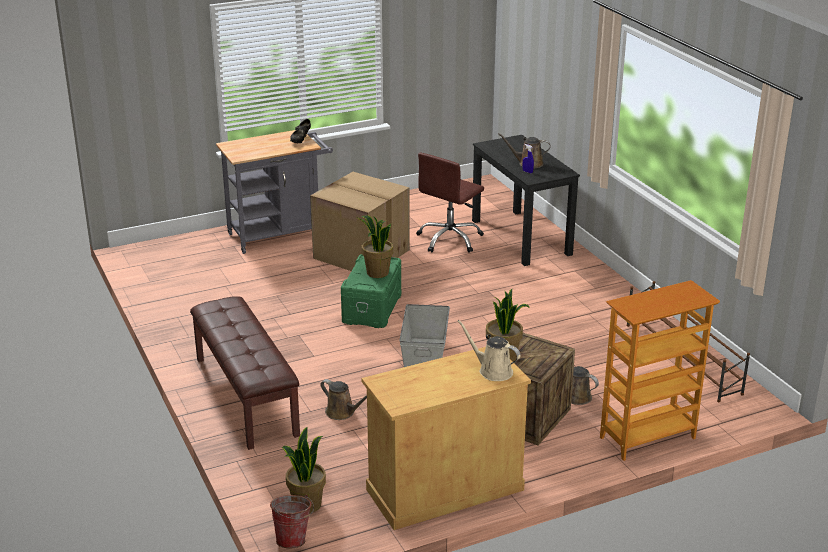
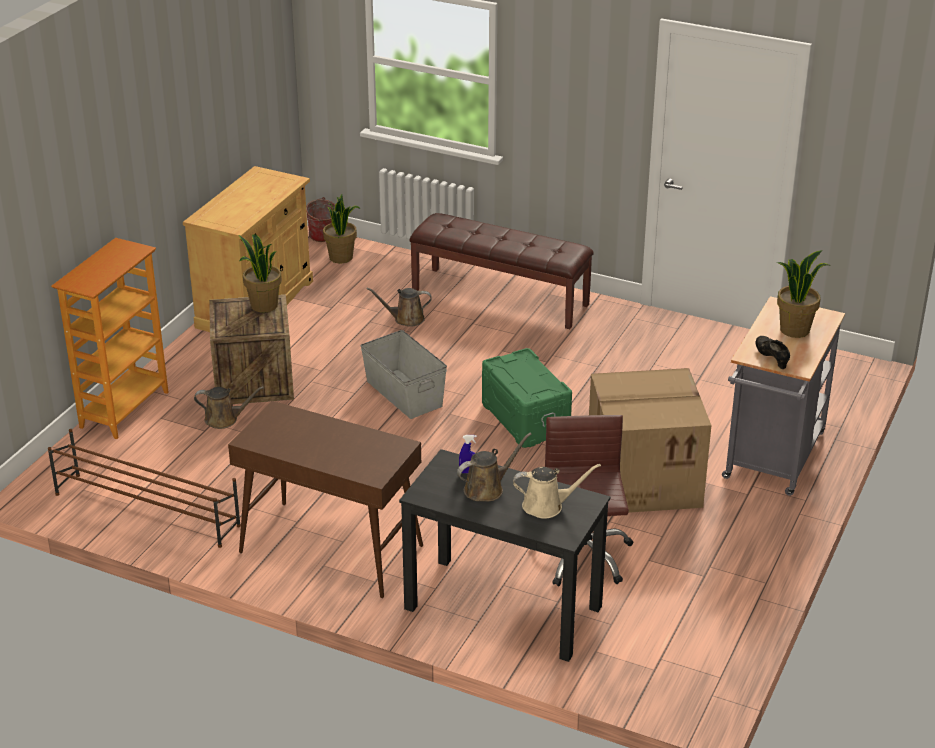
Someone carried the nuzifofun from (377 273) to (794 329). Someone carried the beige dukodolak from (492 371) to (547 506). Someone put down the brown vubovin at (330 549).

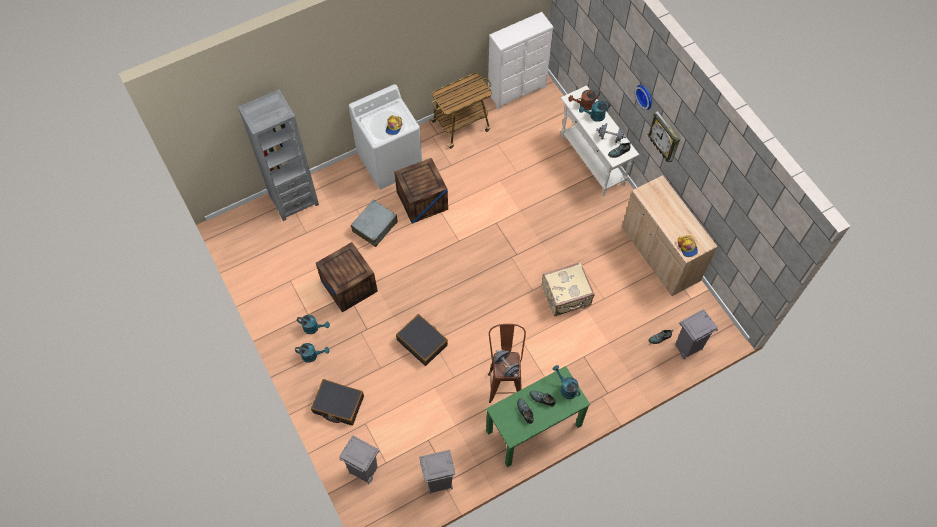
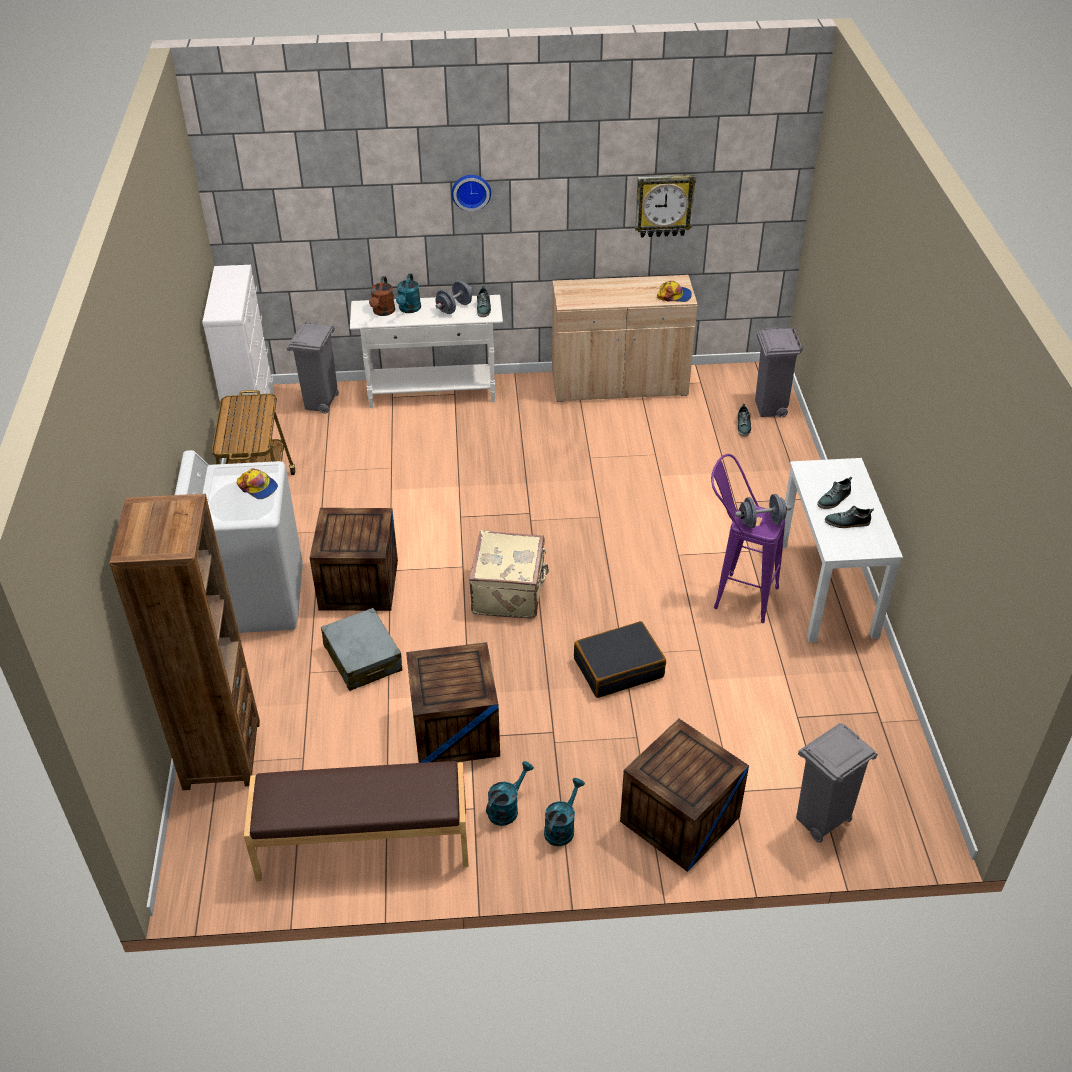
Someone repainted the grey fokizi at (294 200), which became the brown fokizi at (221 754). Someone swapped the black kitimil at (338 405) for the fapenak at (679 819). Someone carried the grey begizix from (438 482) to (321 404). Someone repainted the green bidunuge at (533 428), which became the white bidunuge at (826 589). Someone repainted the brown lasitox at (504 381), which became the purple lasitox at (735 595). Someone carried the beige kitimil from (566 296) to (510 592). Someone took away the turquoise dukodolak at (566 388). Someone carried the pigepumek from (665 137) to (664 205). Someone put down the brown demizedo at (363 845).

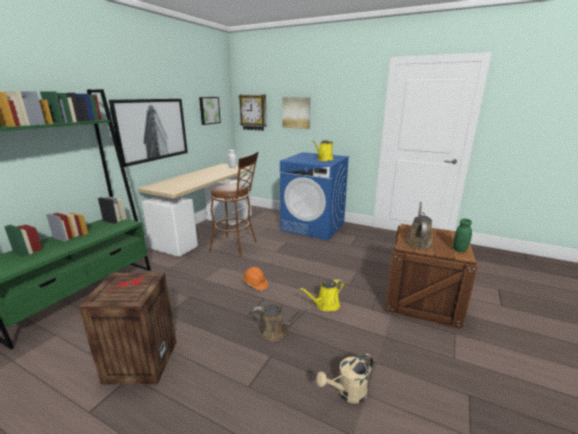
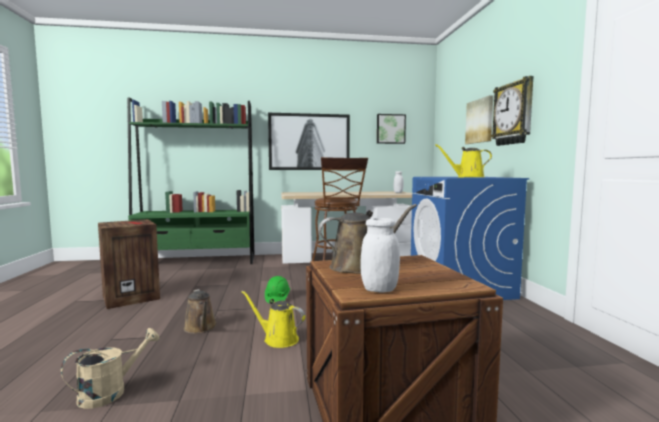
Someone carried the pigepumek from (253 112) to (513 113). Someone repainted the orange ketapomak at (255 284), which became the green ketapomak at (277 298). Someone rotated the beige dukodolak at (347 393) by 105 degrees clockwise. Someone repainted the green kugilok at (459 250), which became the white kugilok at (379 289).

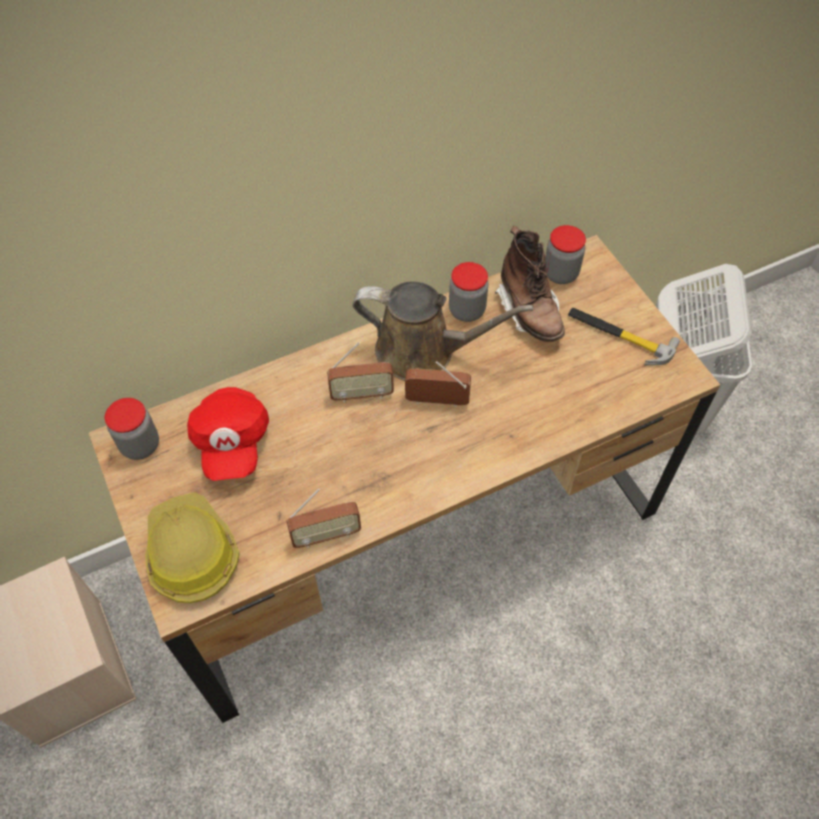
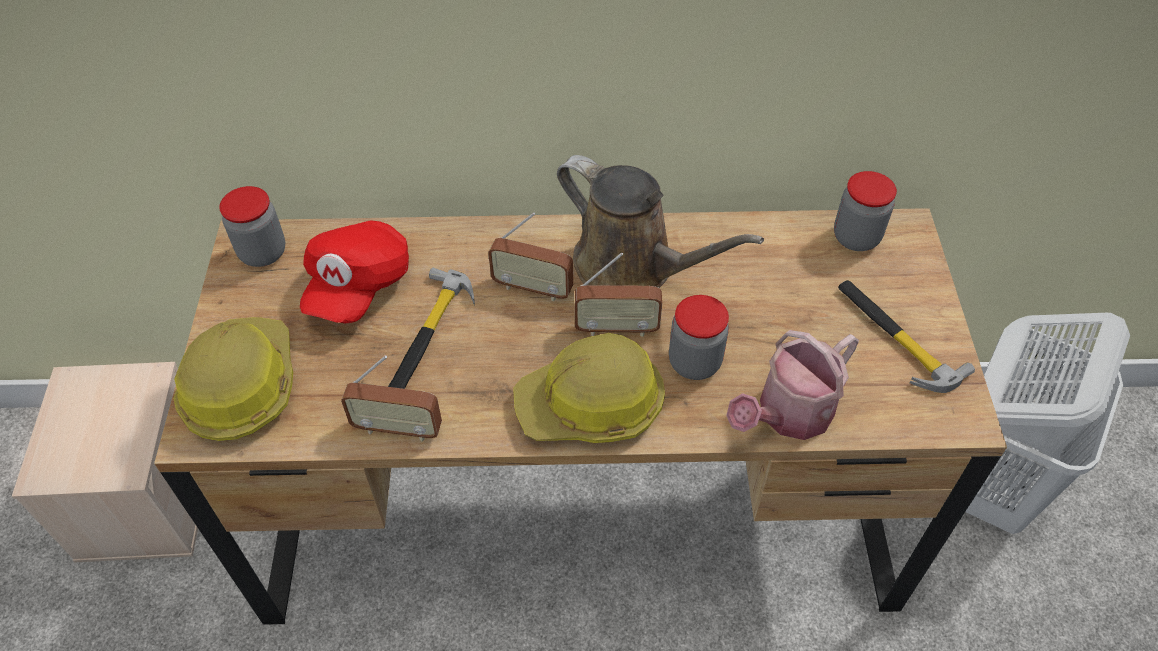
Someone rotated the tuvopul at (437 401) by 150 degrees clockwise. Someone carried the kugilok from (467 310) to (694 362). Someone took away the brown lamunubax at (529 311). Someone put down the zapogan at (429 334). Someone put down the ketapomak at (591 405). Someone put down the dukodolak at (788 414).

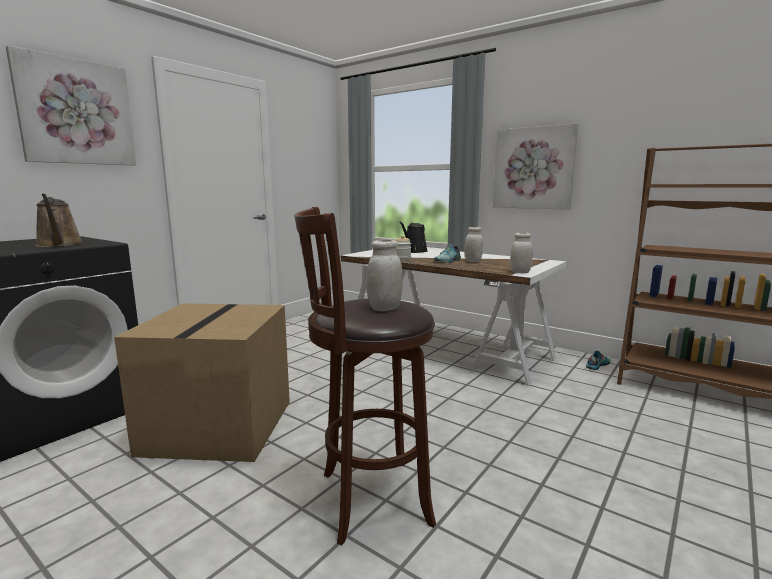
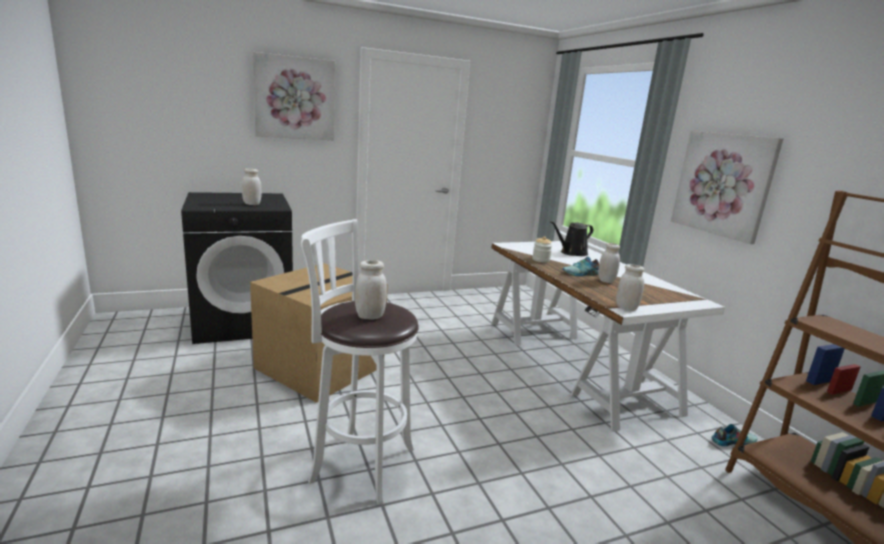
Someone swapped the brown dukodolak at (59 245) for the white kugilok at (252 204). Someone repainted the brown lasitox at (368 499), which became the white lasitox at (357 463).

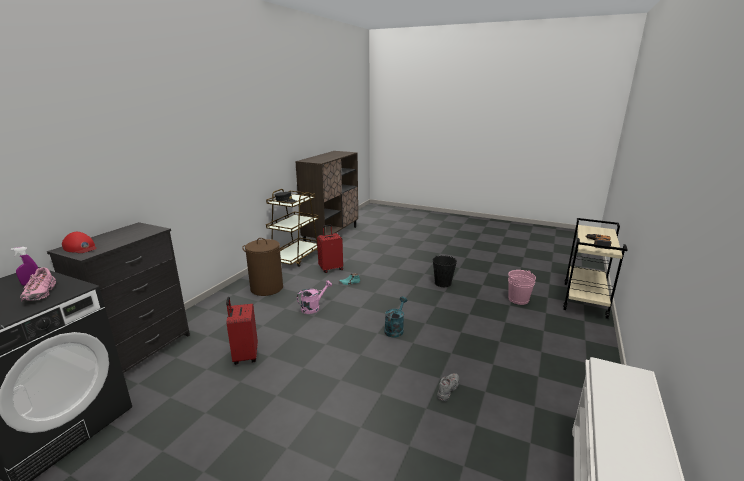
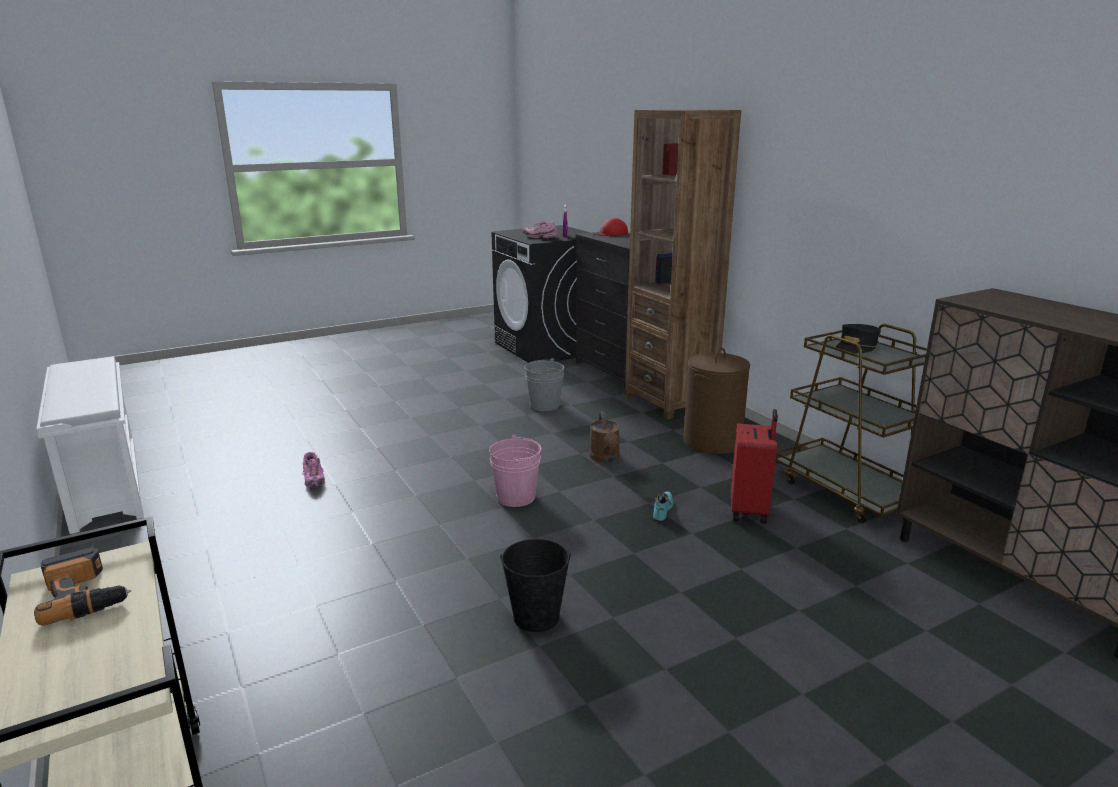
Someone swapped the red kitimil at (245 356) for the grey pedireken at (544 405). Someone repainted the pink dukodolak at (313 307), which became the brown dukodolak at (605 458). Someone took away the turquoise dukodolak at (395 329). Someone repainted the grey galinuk at (447 390), which became the pink galinuk at (313 480). Someone carried the pink pedireken from (518 299) to (516 497). Someone put down the brown fokizi at (670 401).

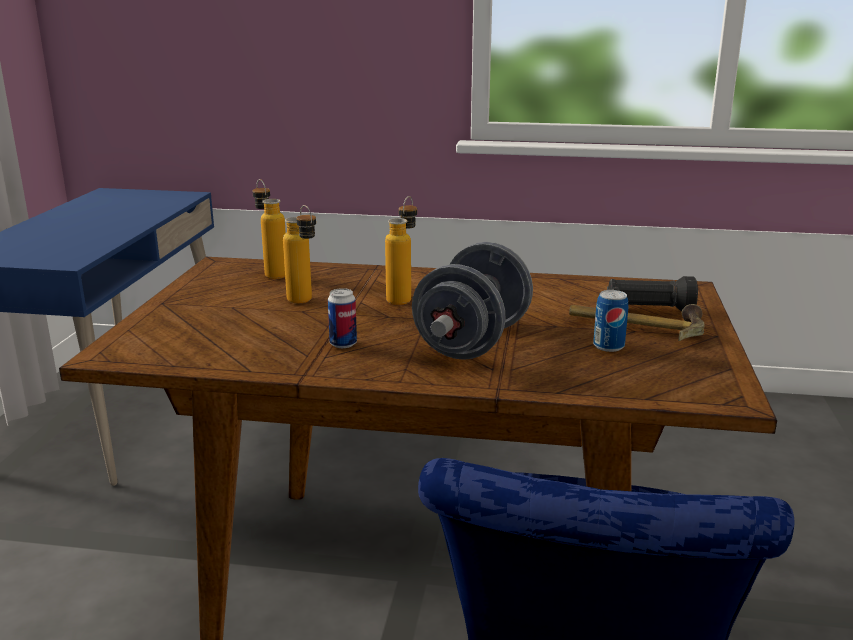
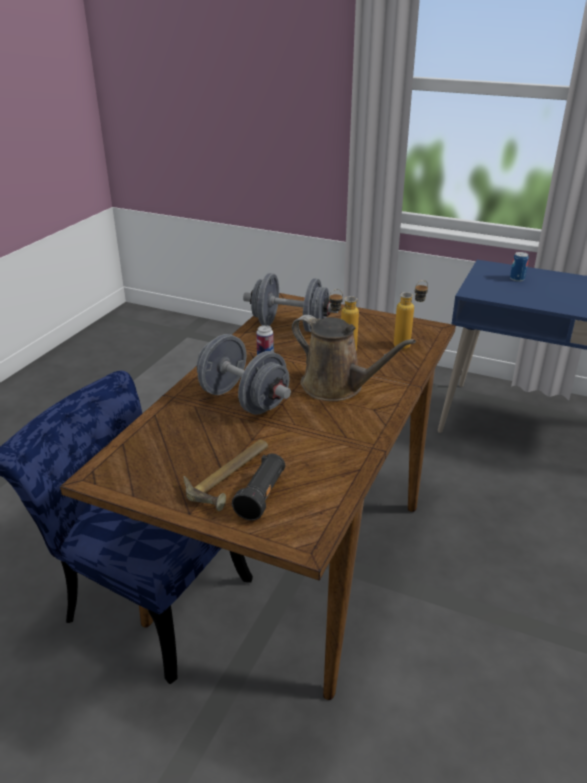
Someone swapped the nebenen at (403 298) for the brown dukodolak at (337 387). Someone carried the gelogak from (608 346) to (517 279). Someone put down the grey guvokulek at (290 326).

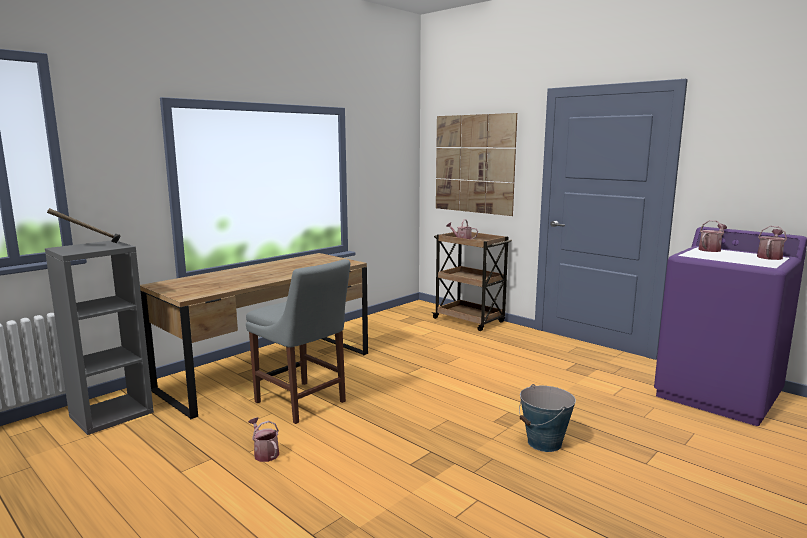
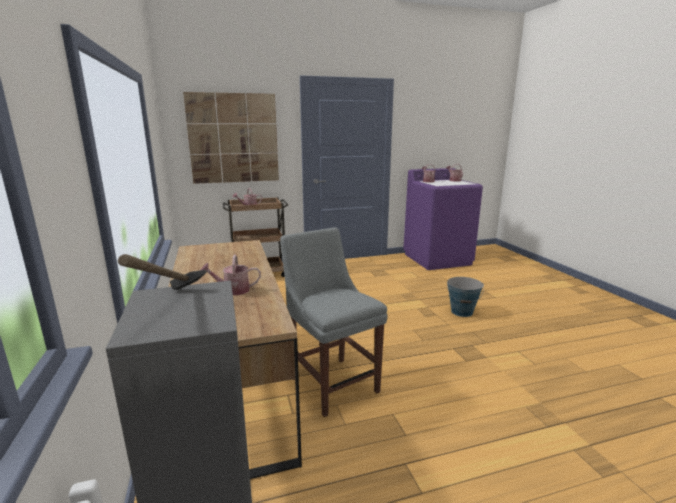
Someone rotated the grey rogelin at (302 403) by 105 degrees counterclockwise. Someone carried the dukodolak from (265 453) to (232 290).

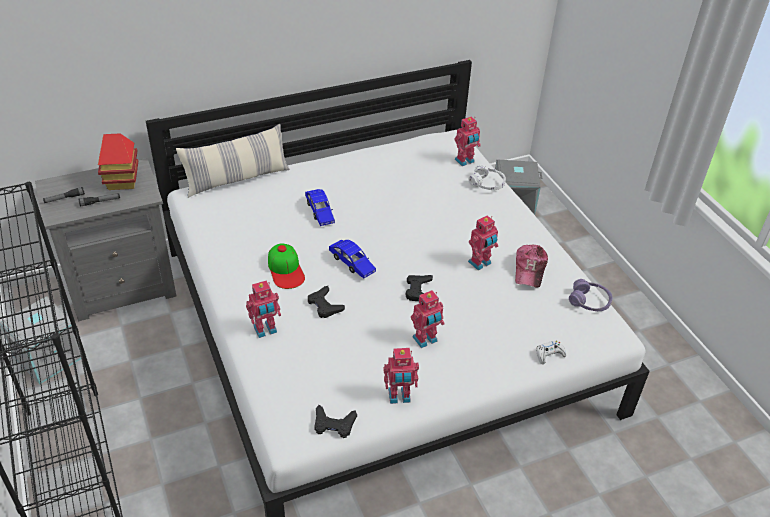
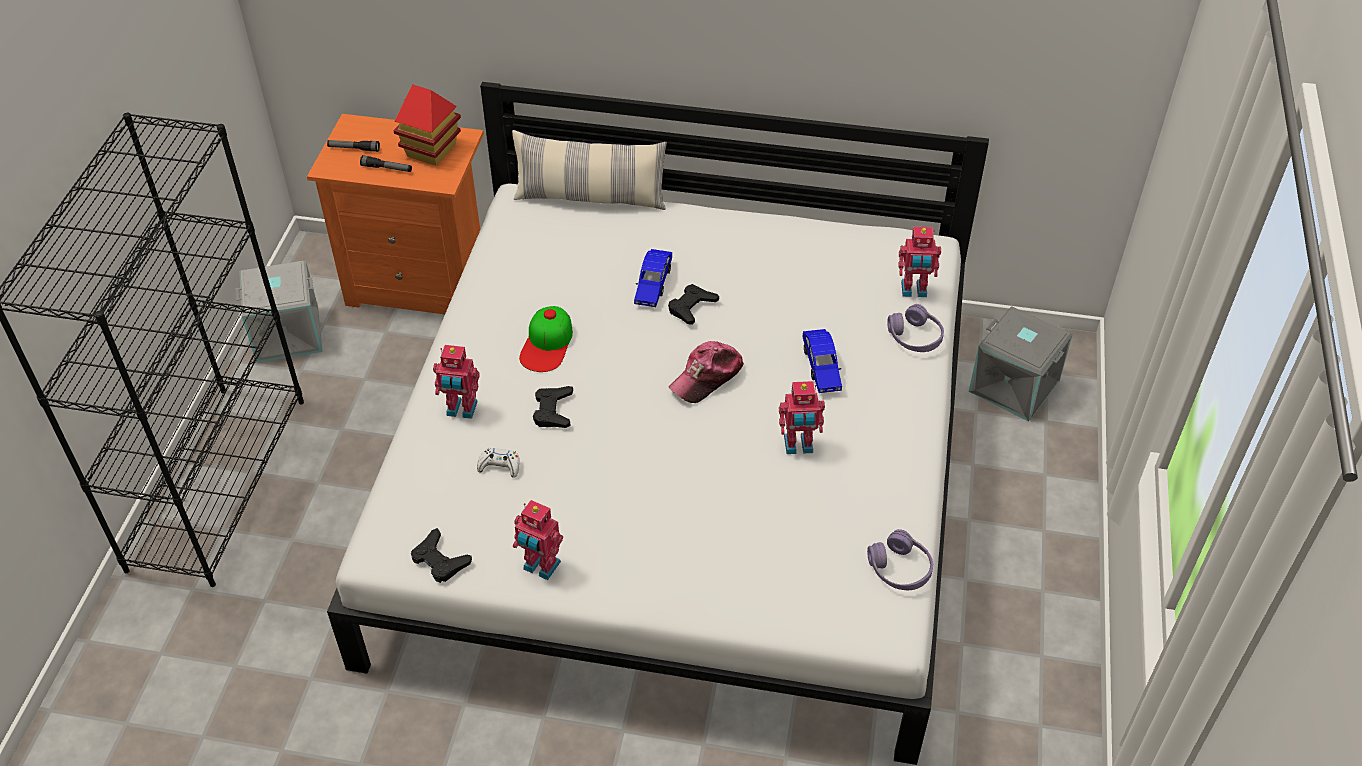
Someone repainted the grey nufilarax at (123 287), which became the orange nufilarax at (422 284). Someone carried the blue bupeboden from (352 263) to (821 367). Someone carried the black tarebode from (418 290) to (691 307). Someone took away the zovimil at (425 340). Someone repainted the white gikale at (487 184), which became the purple gikale at (915 337). Someone carried the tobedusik from (529 269) to (707 377). Someone carried the white tarebode from (549 354) to (500 466).

